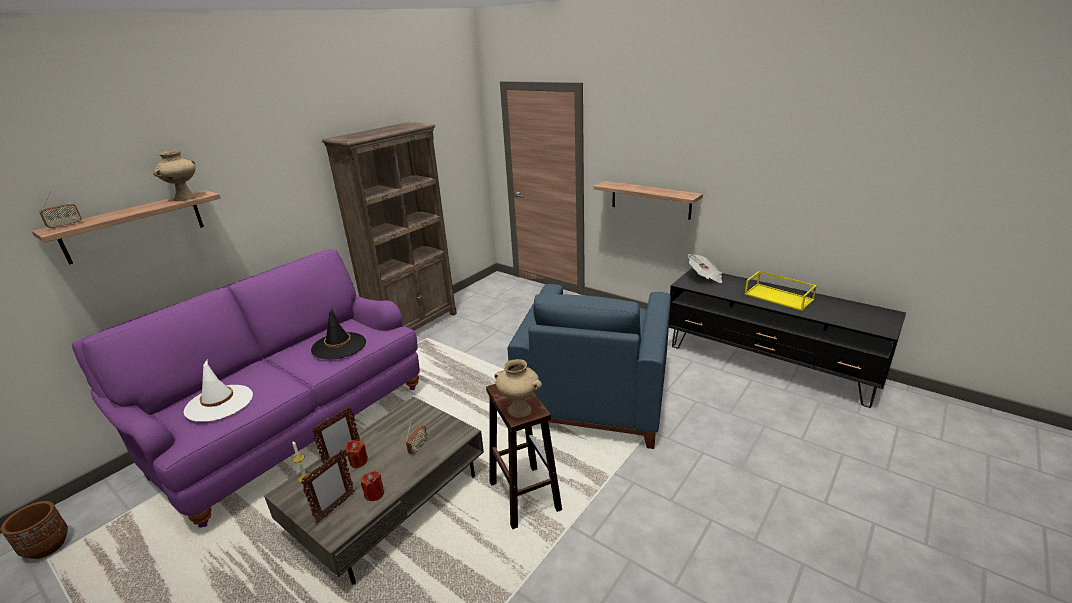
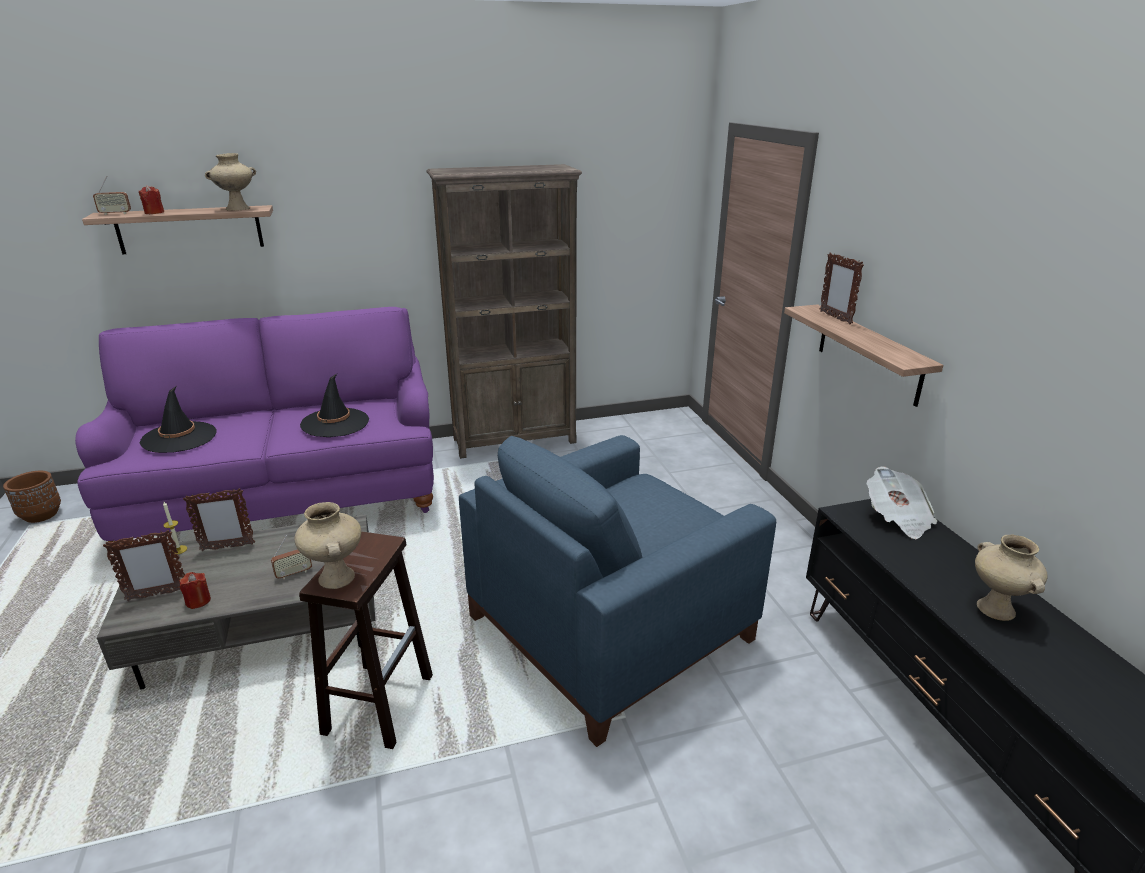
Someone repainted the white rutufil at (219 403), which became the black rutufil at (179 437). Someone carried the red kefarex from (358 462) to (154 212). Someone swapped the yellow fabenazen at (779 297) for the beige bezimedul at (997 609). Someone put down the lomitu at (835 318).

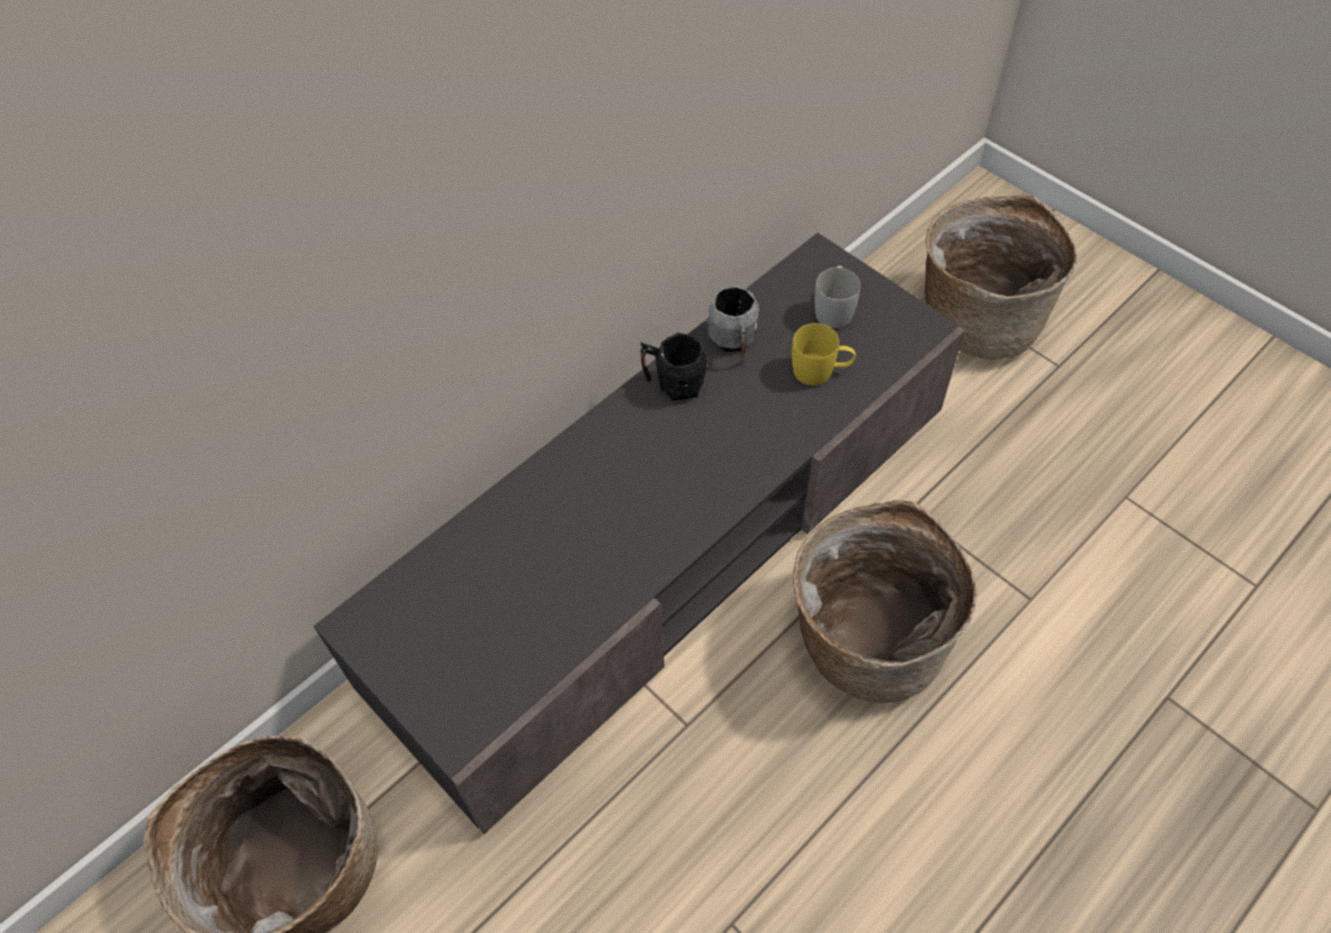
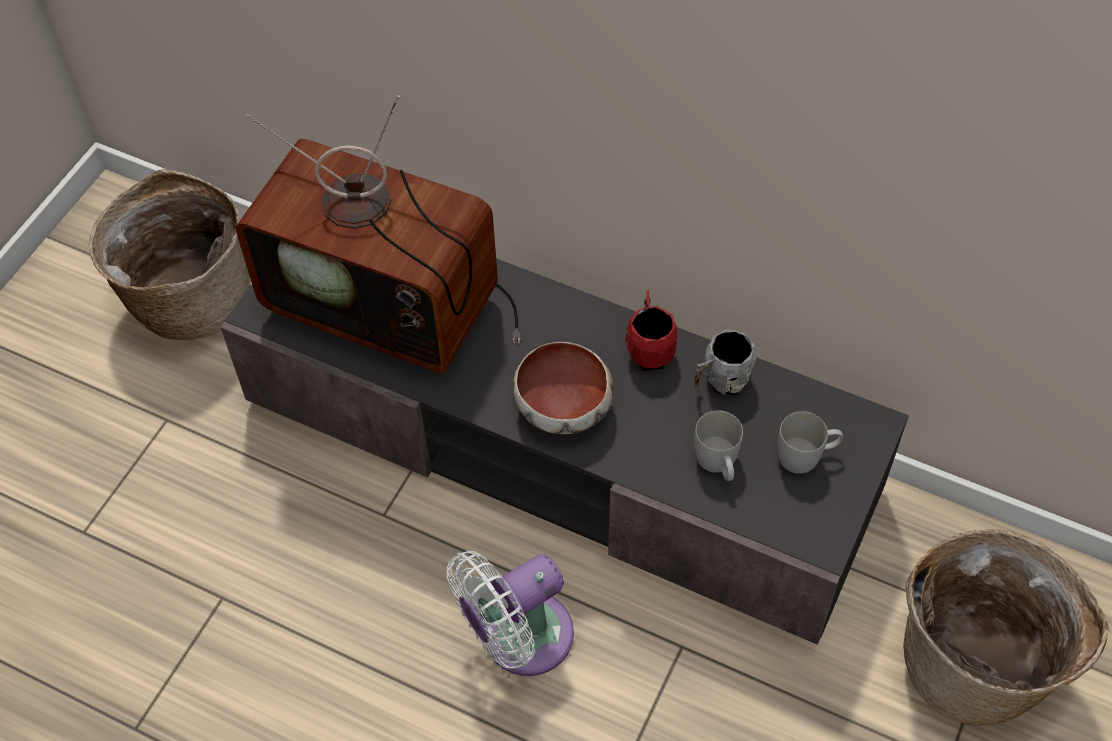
Someone repainted the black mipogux at (674 384), which became the red mipogux at (649 348). Someone repainted the yellow mipogux at (821 371), which became the white mipogux at (718 464). Someone swapped the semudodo at (867 637) for the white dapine at (519 639). Someone put down the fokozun at (391 302). Someone put down the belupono at (565 407).

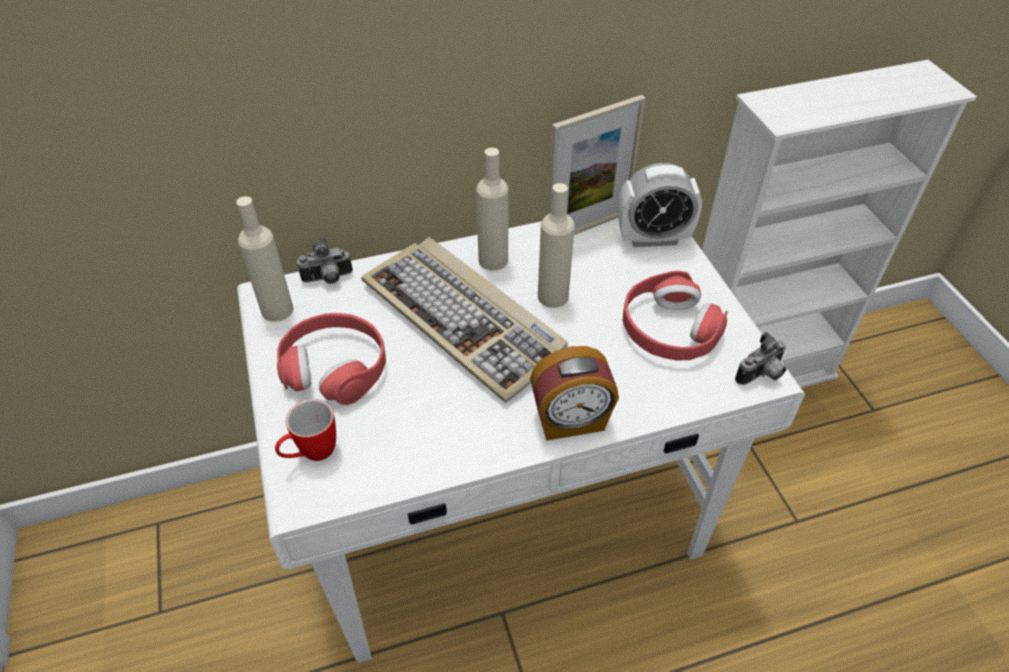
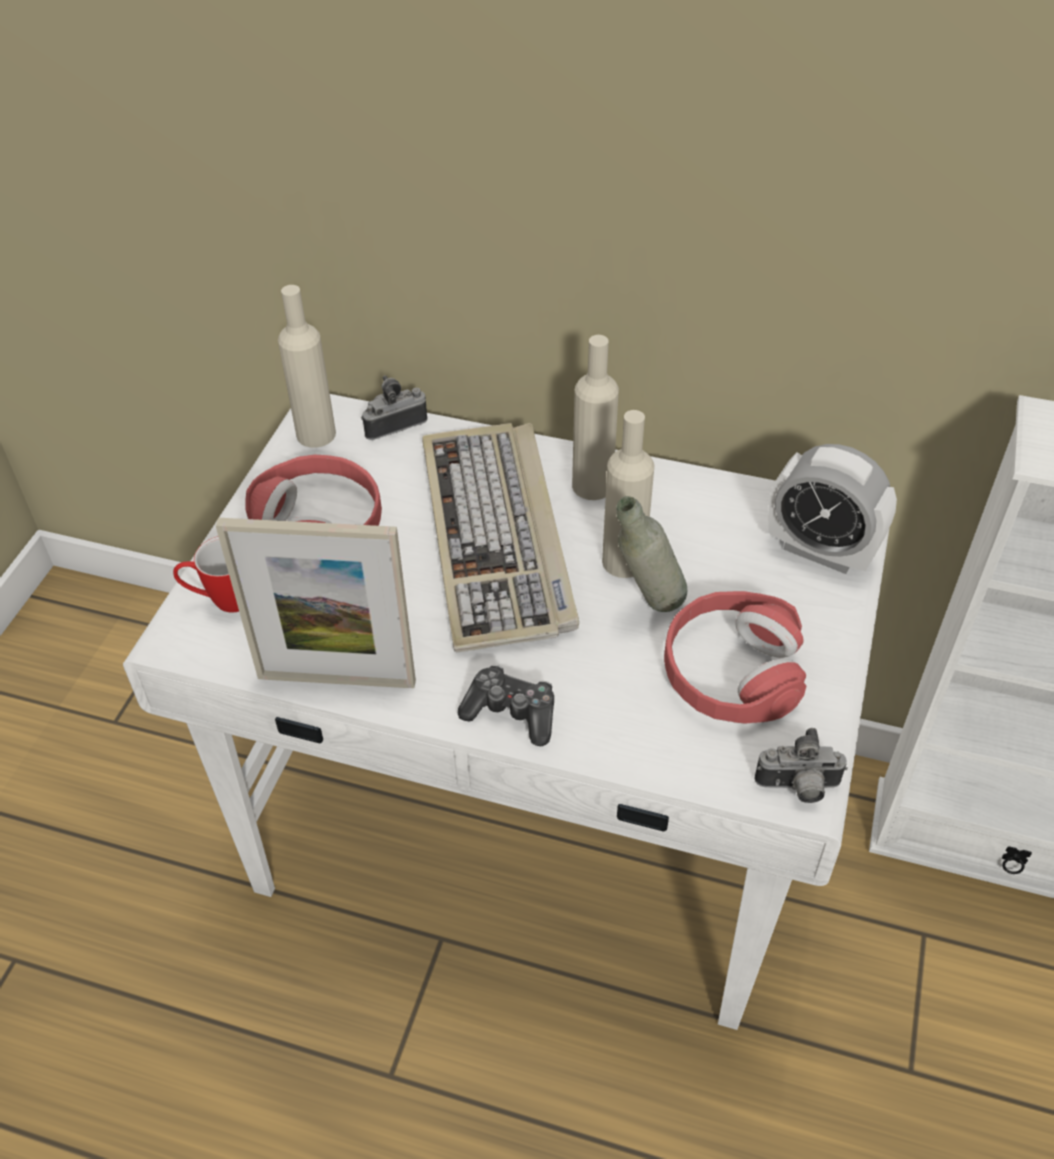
Someone rotated the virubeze at (328 279) by 135 degrees clockwise. Someone swapped the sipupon at (570 421) for the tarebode at (511 713). Someone carried the lomitu from (588 227) to (336 679). Someone put down the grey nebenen at (647 608).

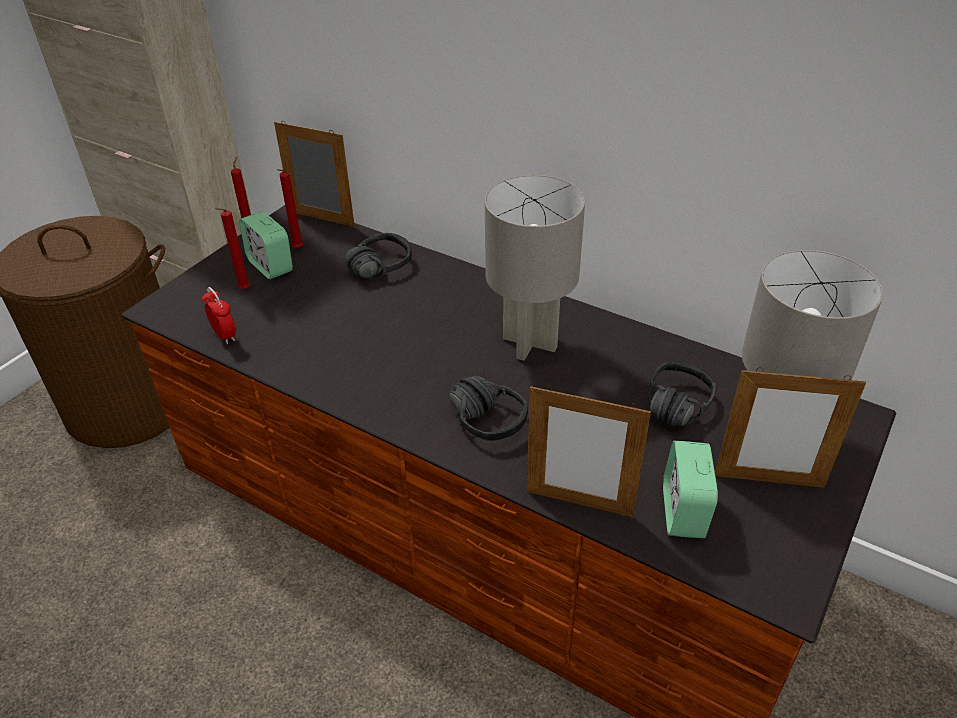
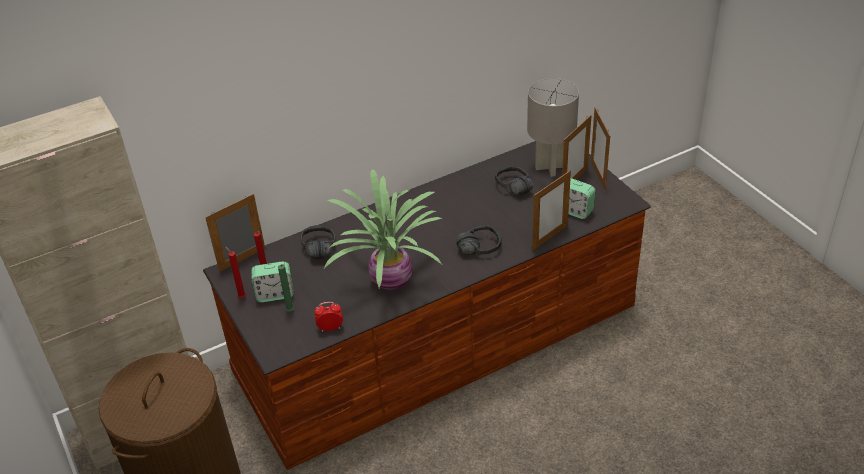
Someone repainted the red kefarex at (243 290), which became the green kefarex at (290 312). Someone took away the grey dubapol at (528 343). Someone put down the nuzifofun at (391 279). Someone put down the lomitu at (598 175).

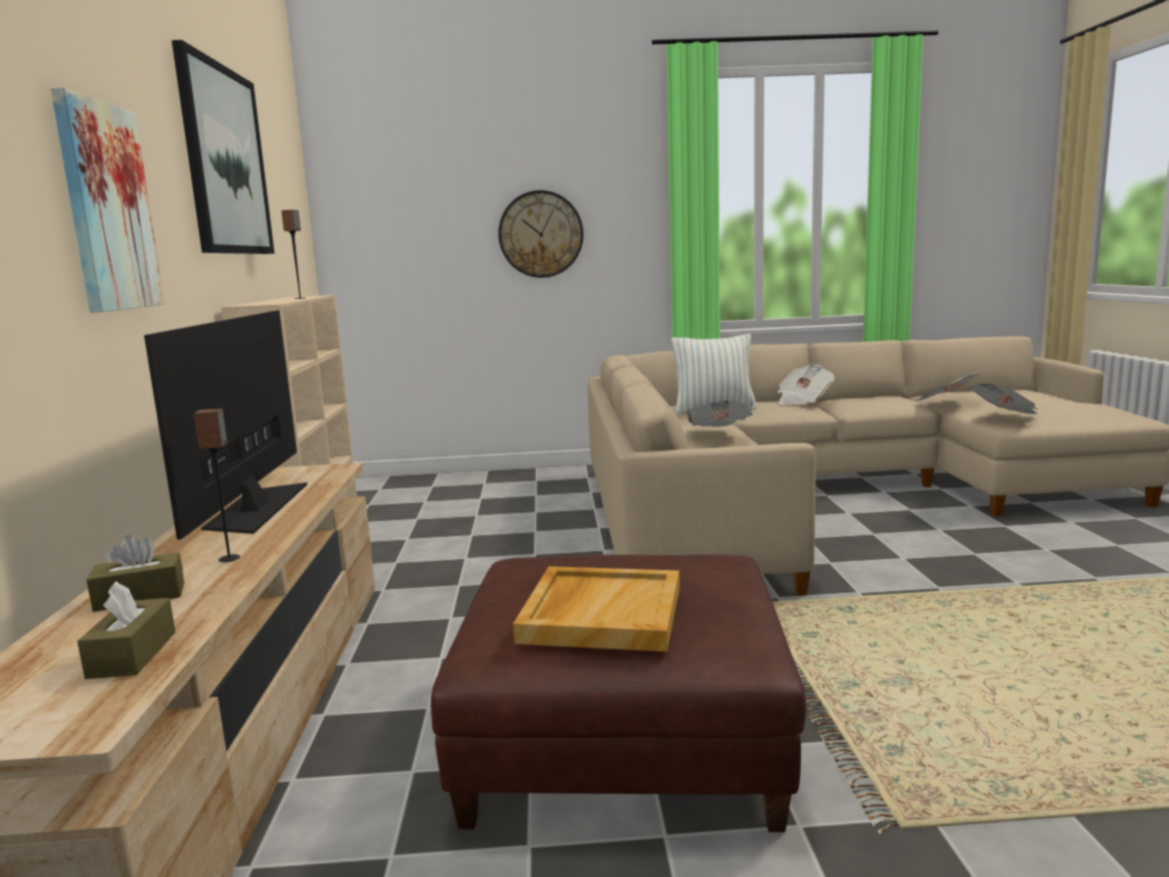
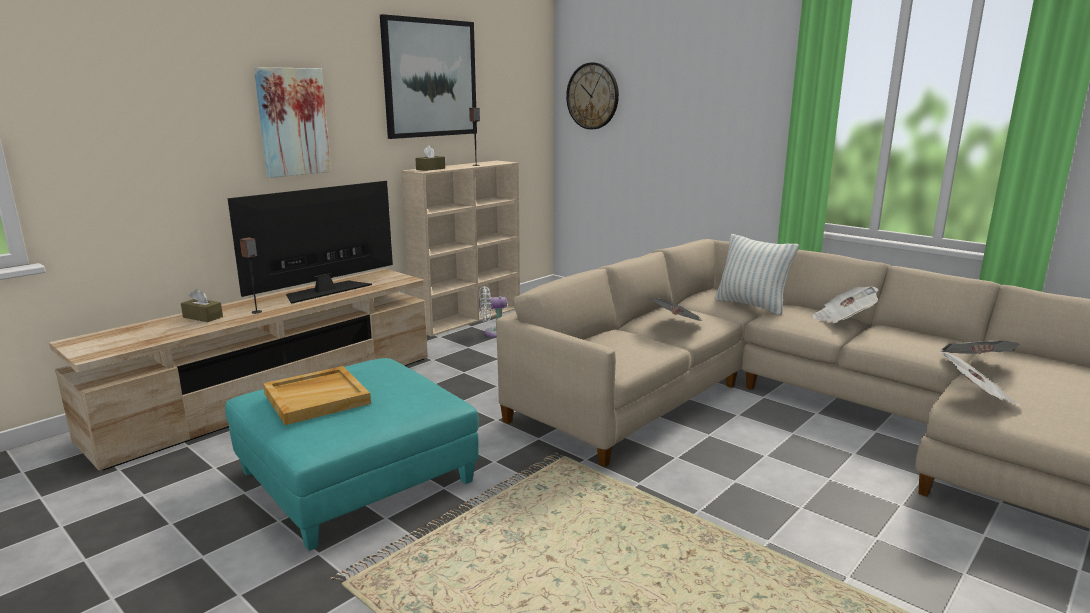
Someone carried the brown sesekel from (132 654) to (430 169). Someone repainted the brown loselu at (622 736), which became the turquoise loselu at (355 477). Someone carried the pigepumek from (541 234) to (592 96). Someone put down the white dapine at (494 333).

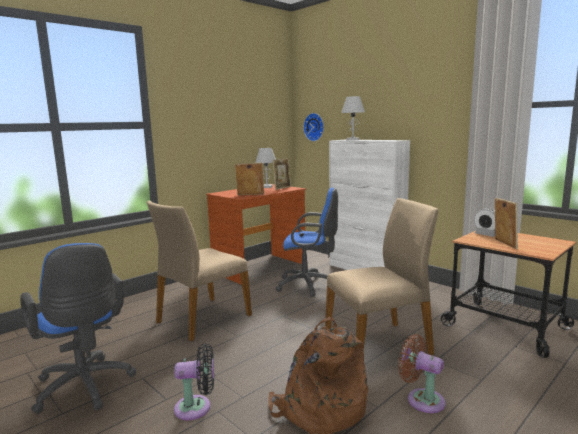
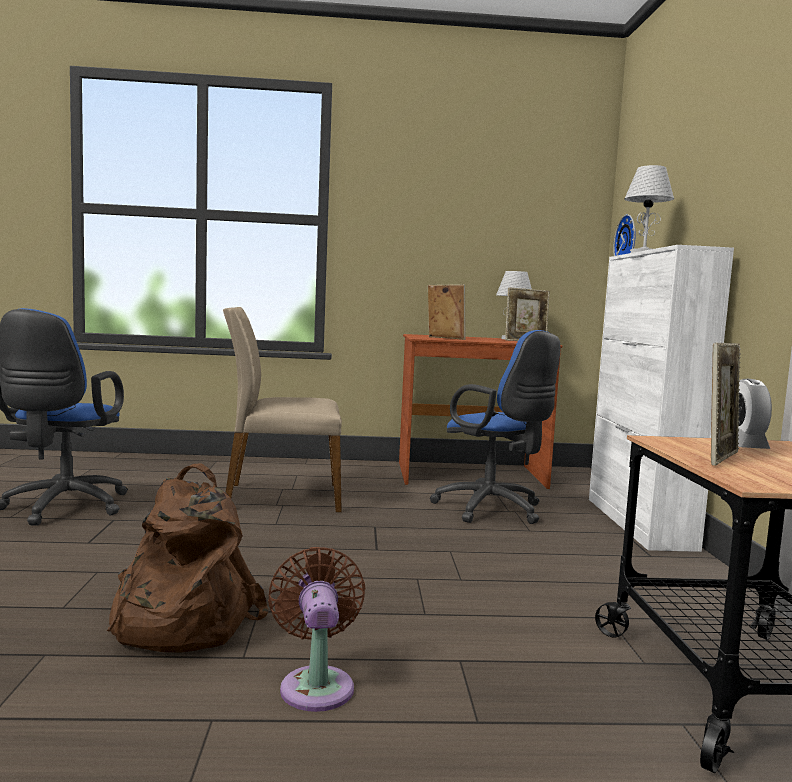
Someone took away the black dapine at (197 407). Someone took away the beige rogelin at (378 345).

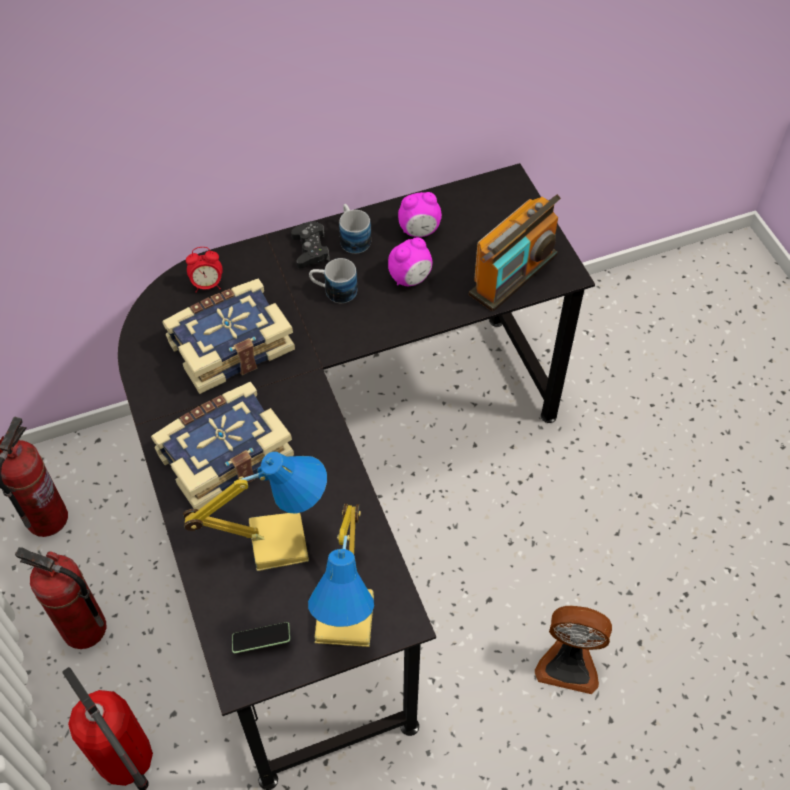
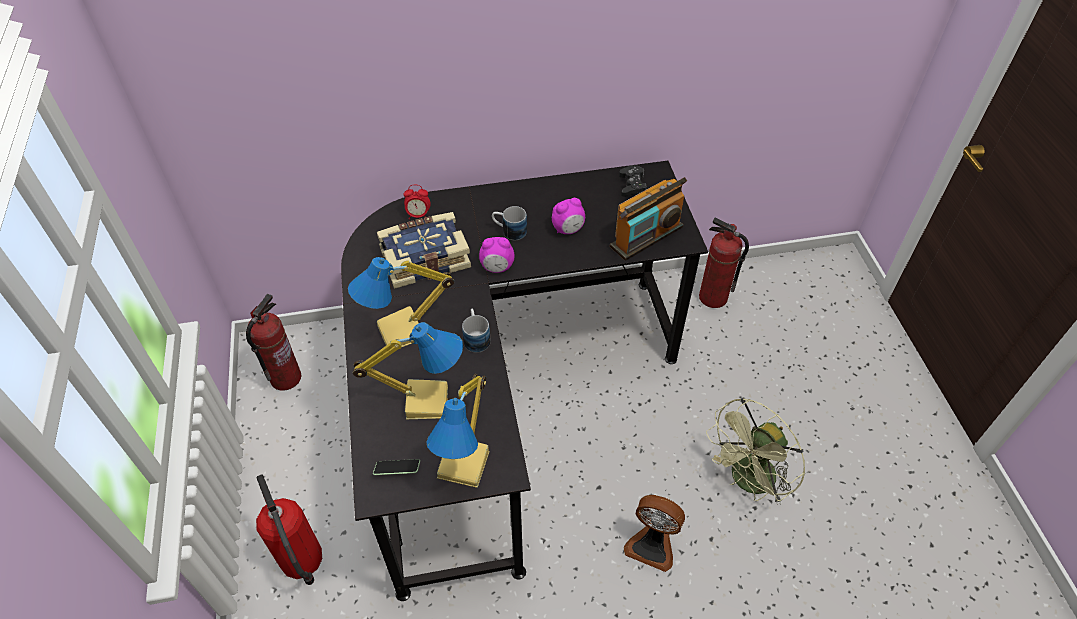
Someone carried the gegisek from (83 629) to (712 298). Someone swapped the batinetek at (223 454) for the dubapol at (402 333). Someone carried the black tarebode from (310 249) to (632 185). Someone carried the mipogux from (353 237) to (476 337). Someone carried the sipupon from (419 231) to (497 267). Someone put down the green dapine at (747 482).

